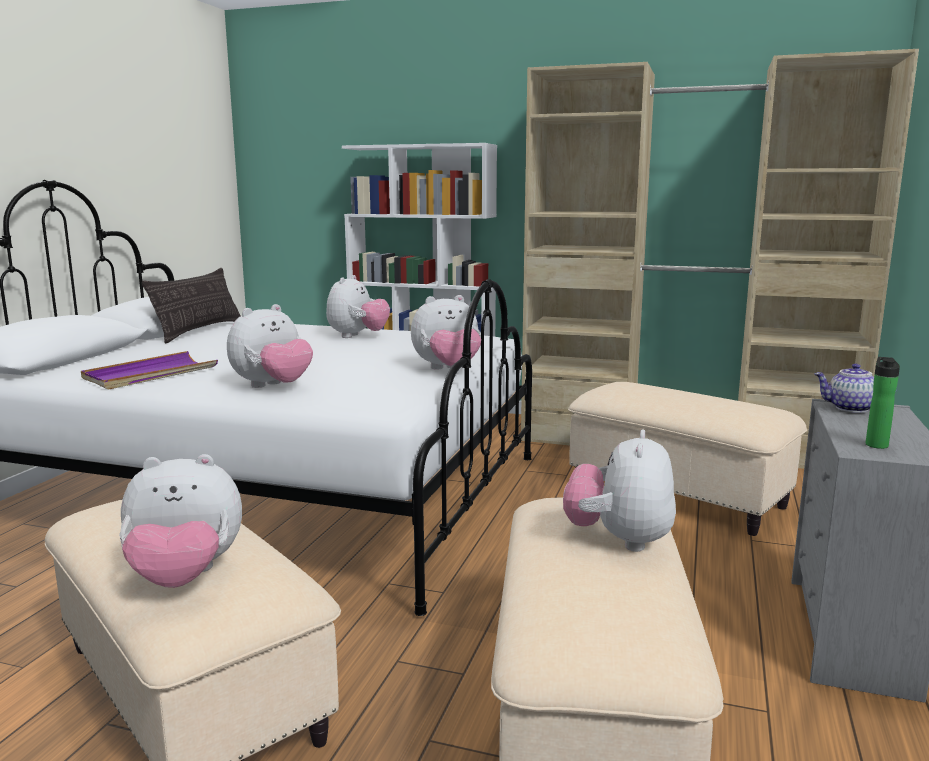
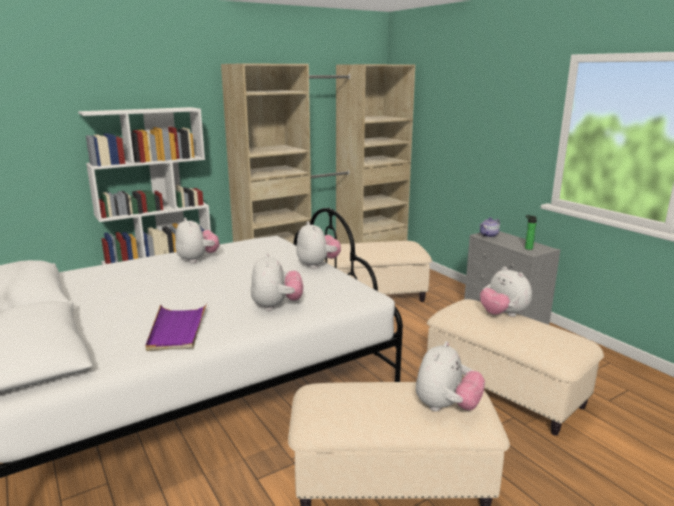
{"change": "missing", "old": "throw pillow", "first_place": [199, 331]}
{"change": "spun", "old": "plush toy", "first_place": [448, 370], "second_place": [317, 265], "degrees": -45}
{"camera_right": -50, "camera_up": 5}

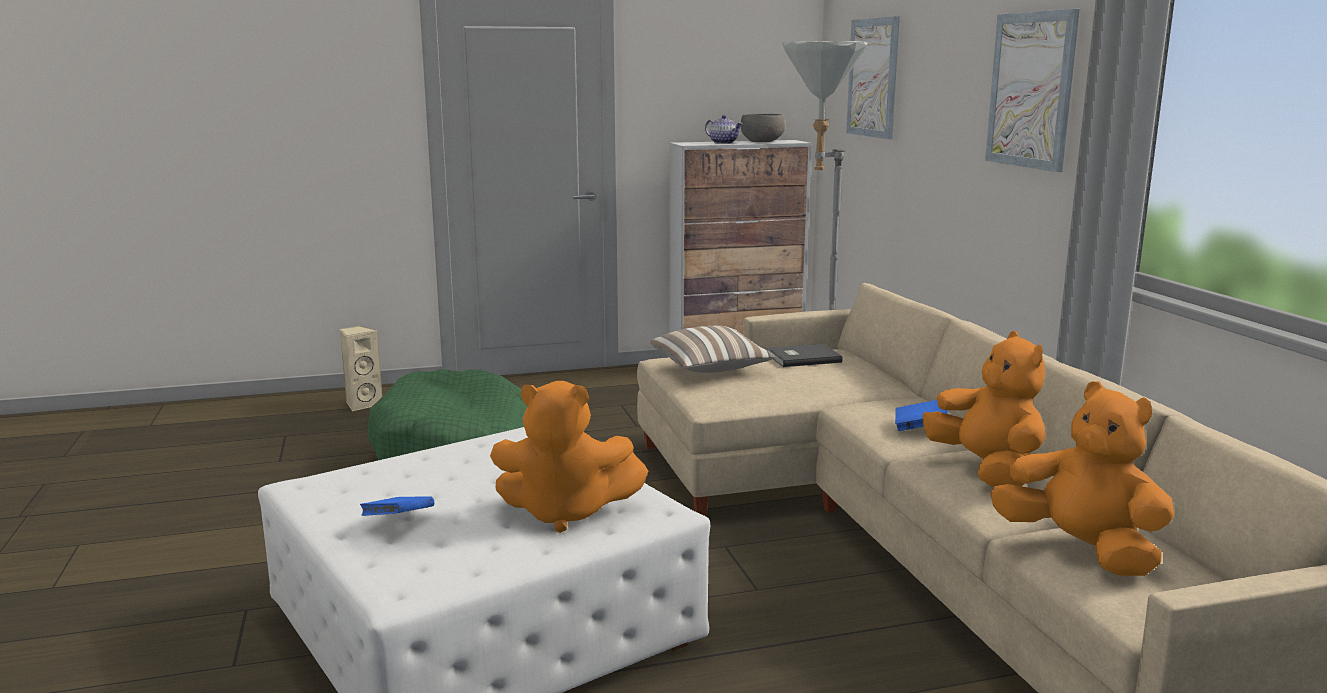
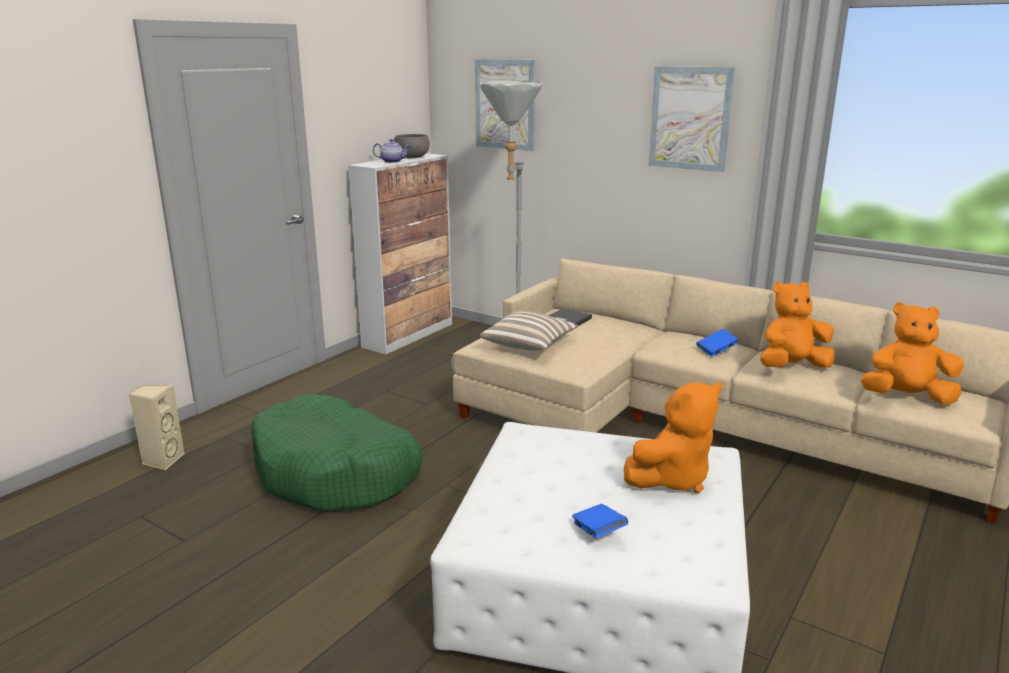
{"change": "spun", "old": "orange-coloured plush toy", "first_place": [986, 470], "second_place": [792, 367], "degrees": -45}
{"camera_right": -40, "camera_up": 5}

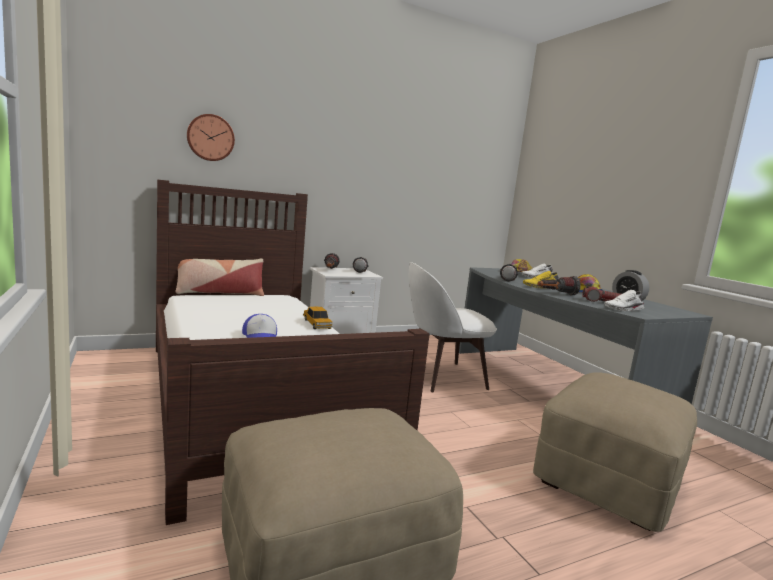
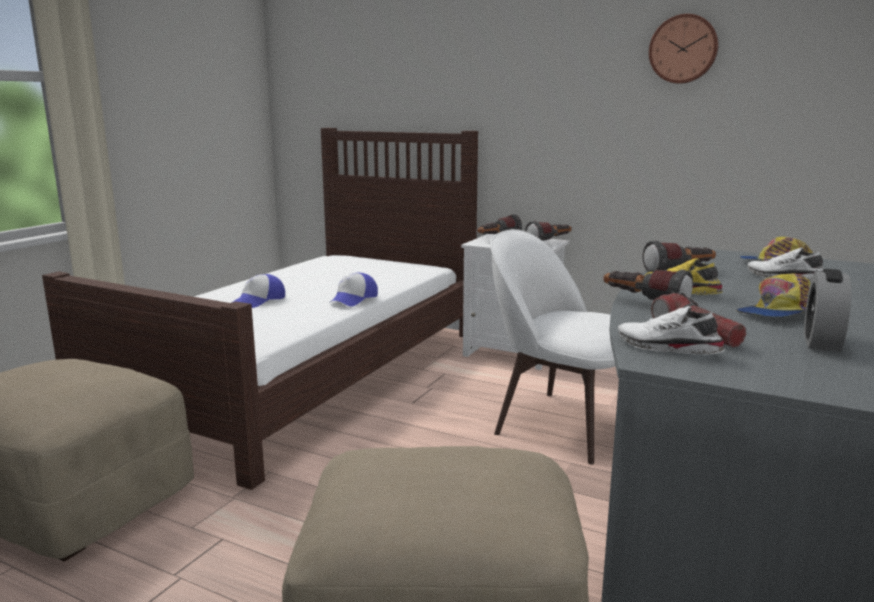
{"change": "relocated", "old": "hanging clock", "first_place": [210, 138], "second_place": [683, 49]}
{"change": "missing", "old": "throw pillow", "first_place": [220, 293]}
{"change": "exchanged", "old": "miniature car", "new": "baseball cap", "first_place": [317, 324], "second_place": [354, 299]}
{"camera_right": 55, "camera_up": 5}

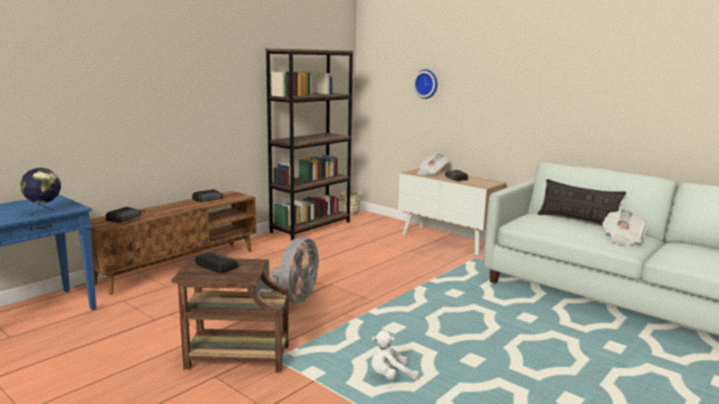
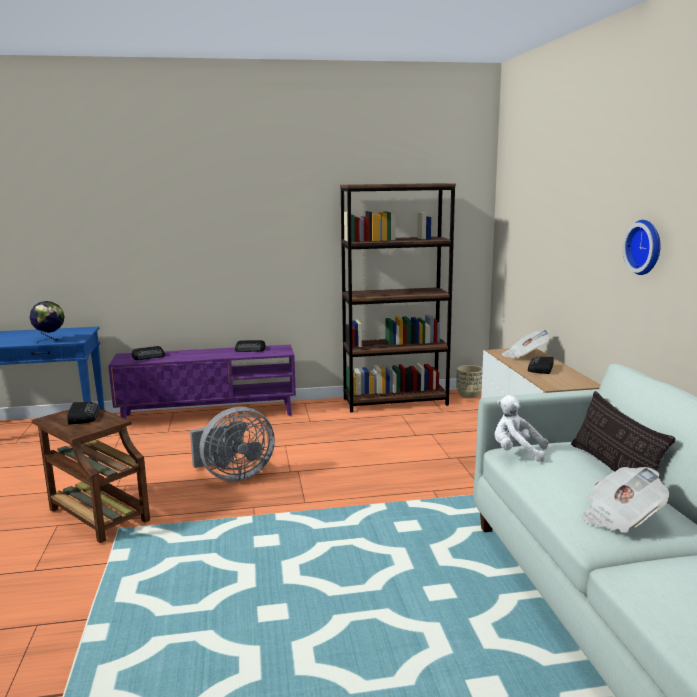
{"change": "relocated", "old": "hanging clock", "first_place": [426, 84], "second_place": [646, 247]}
{"change": "colour", "old": "brown-coloured tv unit", "new": "purplish tv unit", "first_place": [178, 266], "second_place": [209, 414]}
{"change": "relocated", "old": "white-coloured plush toy", "first_place": [390, 376], "second_place": [516, 453]}
{"camera_right": 40, "camera_up": 0}

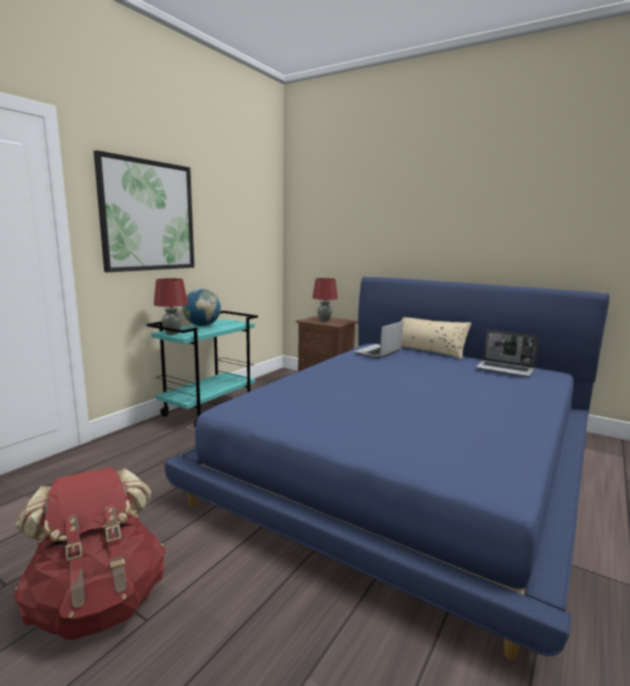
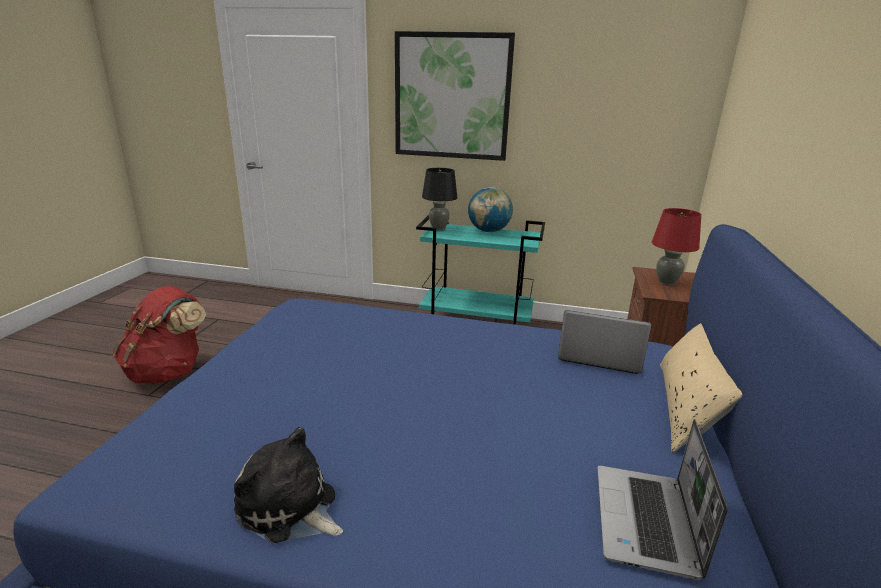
{"change": "colour", "old": "reddish lamp for a table", "new": "blackish lamp for a table", "first_place": [172, 333], "second_place": [438, 228]}
{"change": "appeared", "new": "plush toy", "second_place": [290, 508]}
{"camera_right": 70, "camera_up": 10}

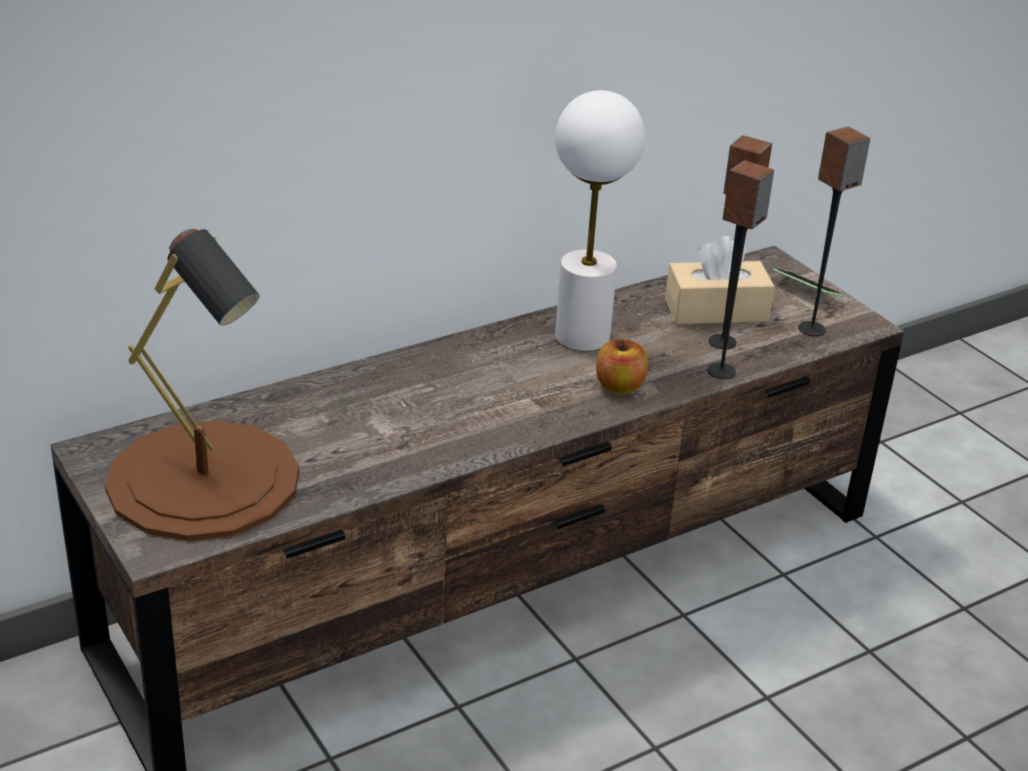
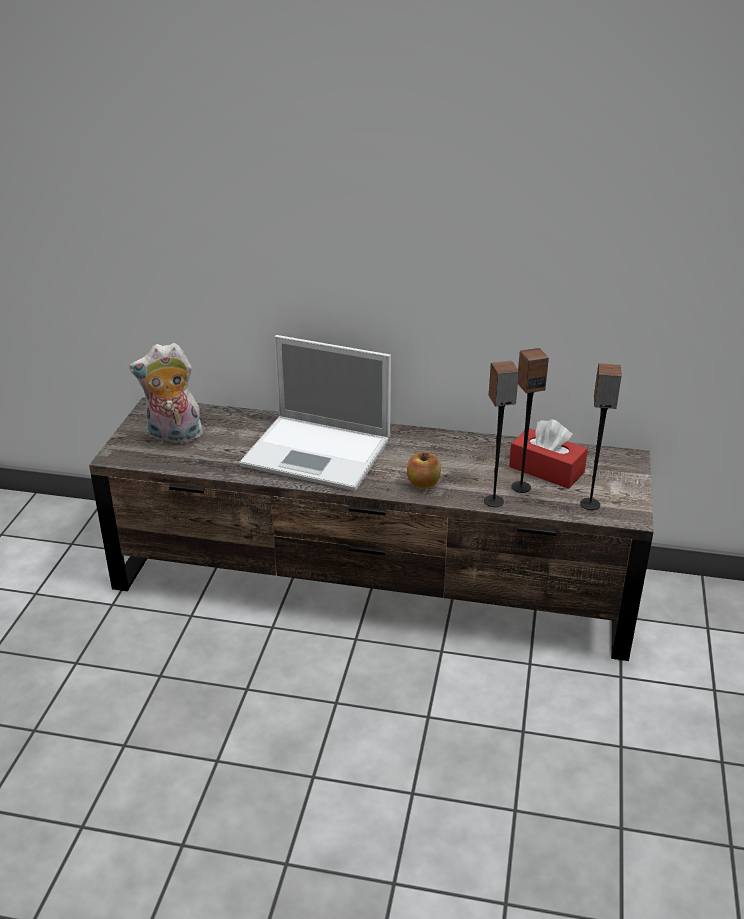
{"change": "missing", "old": "white-coloured lamp for a table", "first_place": [582, 336]}
{"change": "exchanged", "old": "brown-coloured lamp for a table", "new": "plush toy", "first_place": [204, 479], "second_place": [173, 437]}
{"change": "colour", "old": "sand-coloured box of tissues", "new": "reddish box of tissues", "first_place": [716, 310], "second_place": [546, 469]}
{"change": "missing", "old": "telephone", "first_place": [806, 292]}
{"change": "appeared", "new": "notebook computer", "second_place": [319, 453]}
{"camera_right": 45, "camera_up": 0}

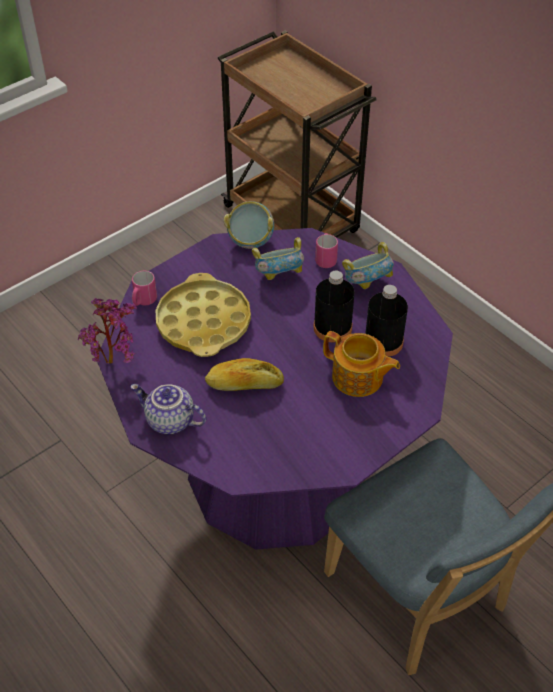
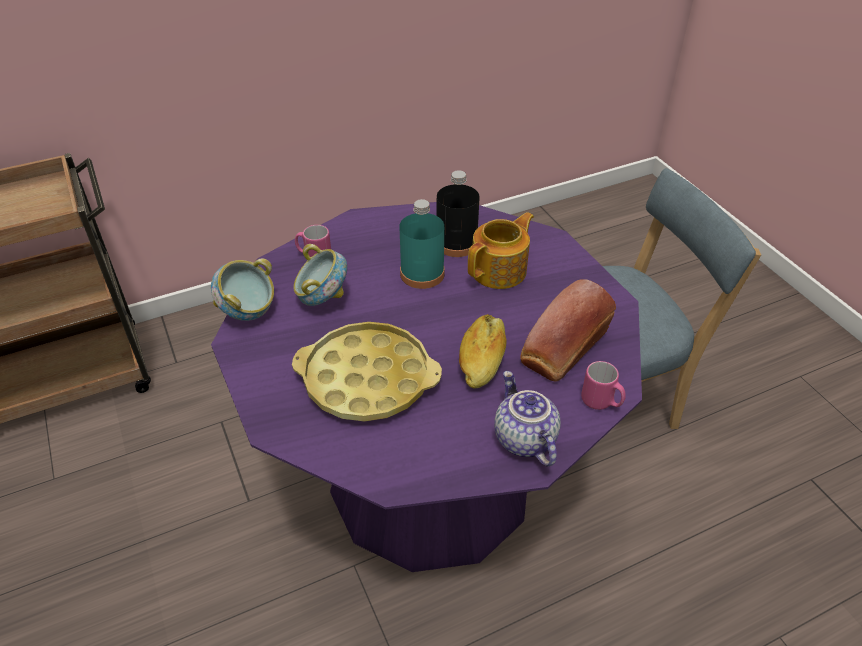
{"change": "missing", "old": "serving bowl", "first_place": [367, 284]}
{"change": "relocated", "old": "pink-coloured tea mug", "first_place": [143, 301], "second_place": [601, 402]}
{"change": "colour", "old": "blackish drink bottle", "new": "turquoise-coloured drink bottle", "first_place": [332, 327], "second_place": [422, 274]}
{"change": "missing", "old": "houseplant", "first_place": [115, 360]}
{"change": "spun", "old": "teapot", "first_place": [169, 421], "second_place": [523, 439], "degrees": 120}
{"change": "appeared", "new": "bread", "second_place": [562, 349]}
{"camera_right": -75, "camera_up": -5}

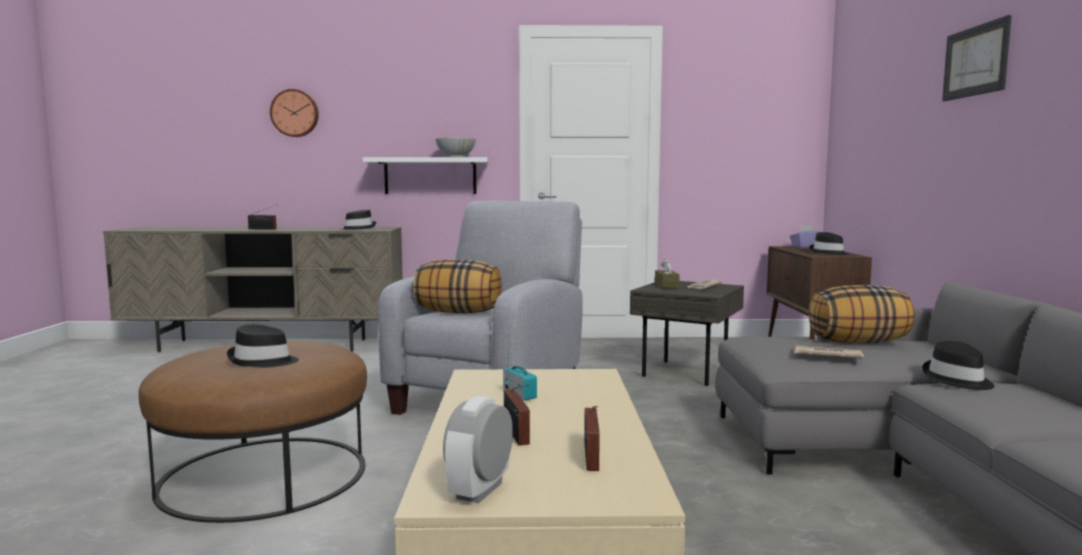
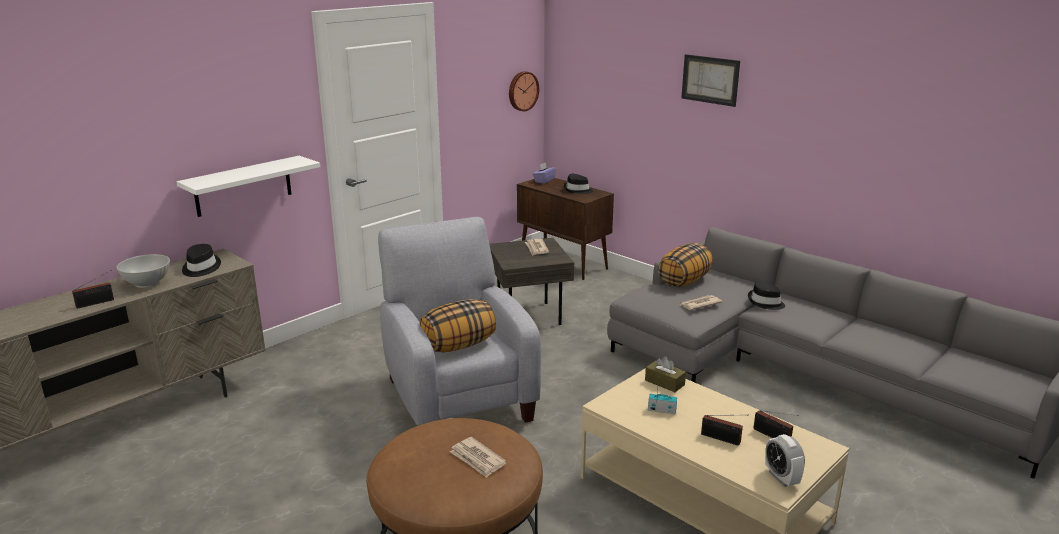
{"change": "relocated", "old": "hanging clock", "first_place": [295, 113], "second_place": [522, 91]}
{"change": "relocated", "old": "white-coloured serving bowl", "first_place": [455, 157], "second_place": [147, 283]}
{"change": "relocated", "old": "brown-coloured box of tissues", "first_place": [666, 286], "second_place": [664, 382]}
{"change": "exchanged", "old": "blackish wearable hat", "new": "newspaper", "first_place": [263, 361], "second_place": [477, 459]}
{"camera_right": -45, "camera_up": 15}

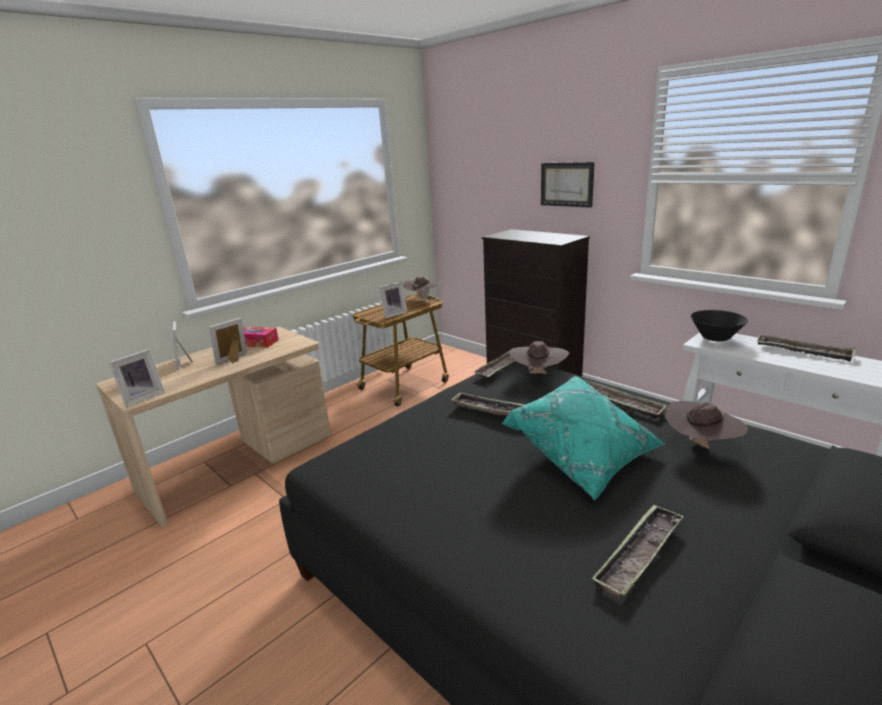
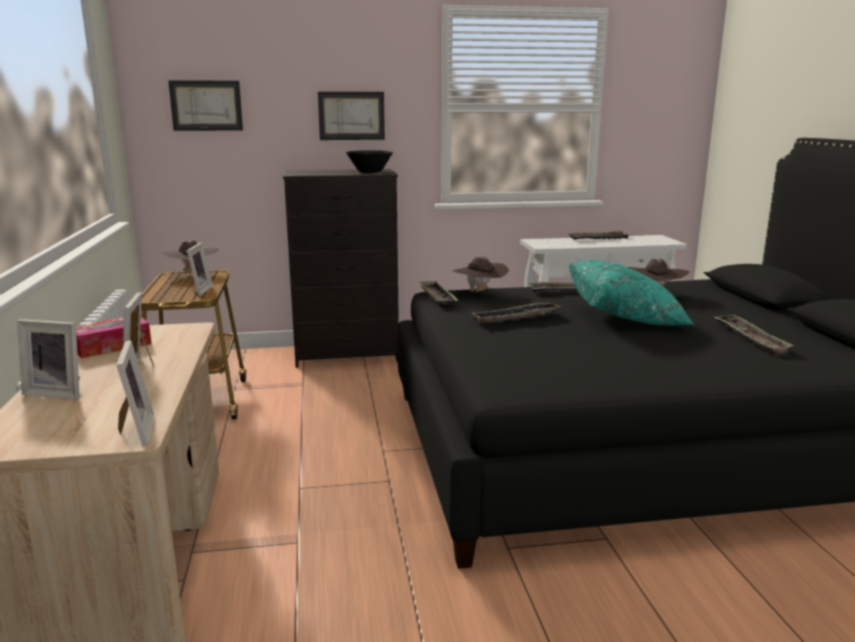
{"change": "relocated", "old": "blackish serving bowl", "first_place": [715, 338], "second_place": [370, 172]}
{"change": "appeared", "new": "picture", "second_place": [206, 105]}
{"camera_right": -55, "camera_up": -5}

